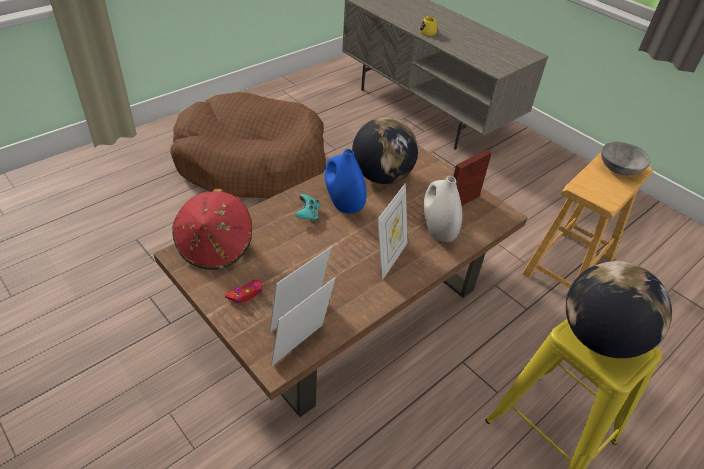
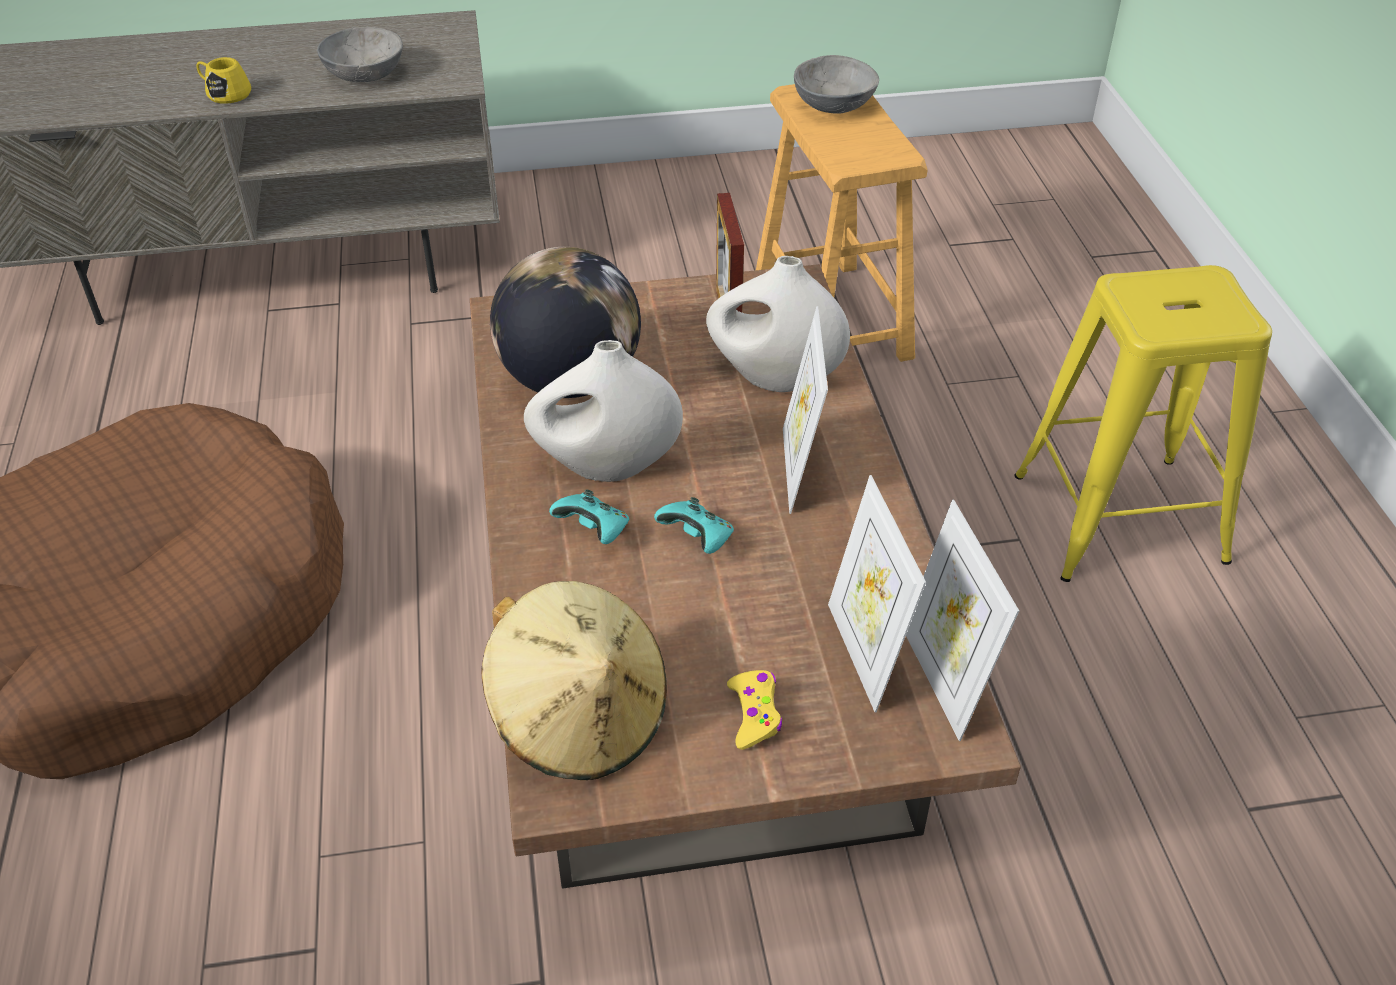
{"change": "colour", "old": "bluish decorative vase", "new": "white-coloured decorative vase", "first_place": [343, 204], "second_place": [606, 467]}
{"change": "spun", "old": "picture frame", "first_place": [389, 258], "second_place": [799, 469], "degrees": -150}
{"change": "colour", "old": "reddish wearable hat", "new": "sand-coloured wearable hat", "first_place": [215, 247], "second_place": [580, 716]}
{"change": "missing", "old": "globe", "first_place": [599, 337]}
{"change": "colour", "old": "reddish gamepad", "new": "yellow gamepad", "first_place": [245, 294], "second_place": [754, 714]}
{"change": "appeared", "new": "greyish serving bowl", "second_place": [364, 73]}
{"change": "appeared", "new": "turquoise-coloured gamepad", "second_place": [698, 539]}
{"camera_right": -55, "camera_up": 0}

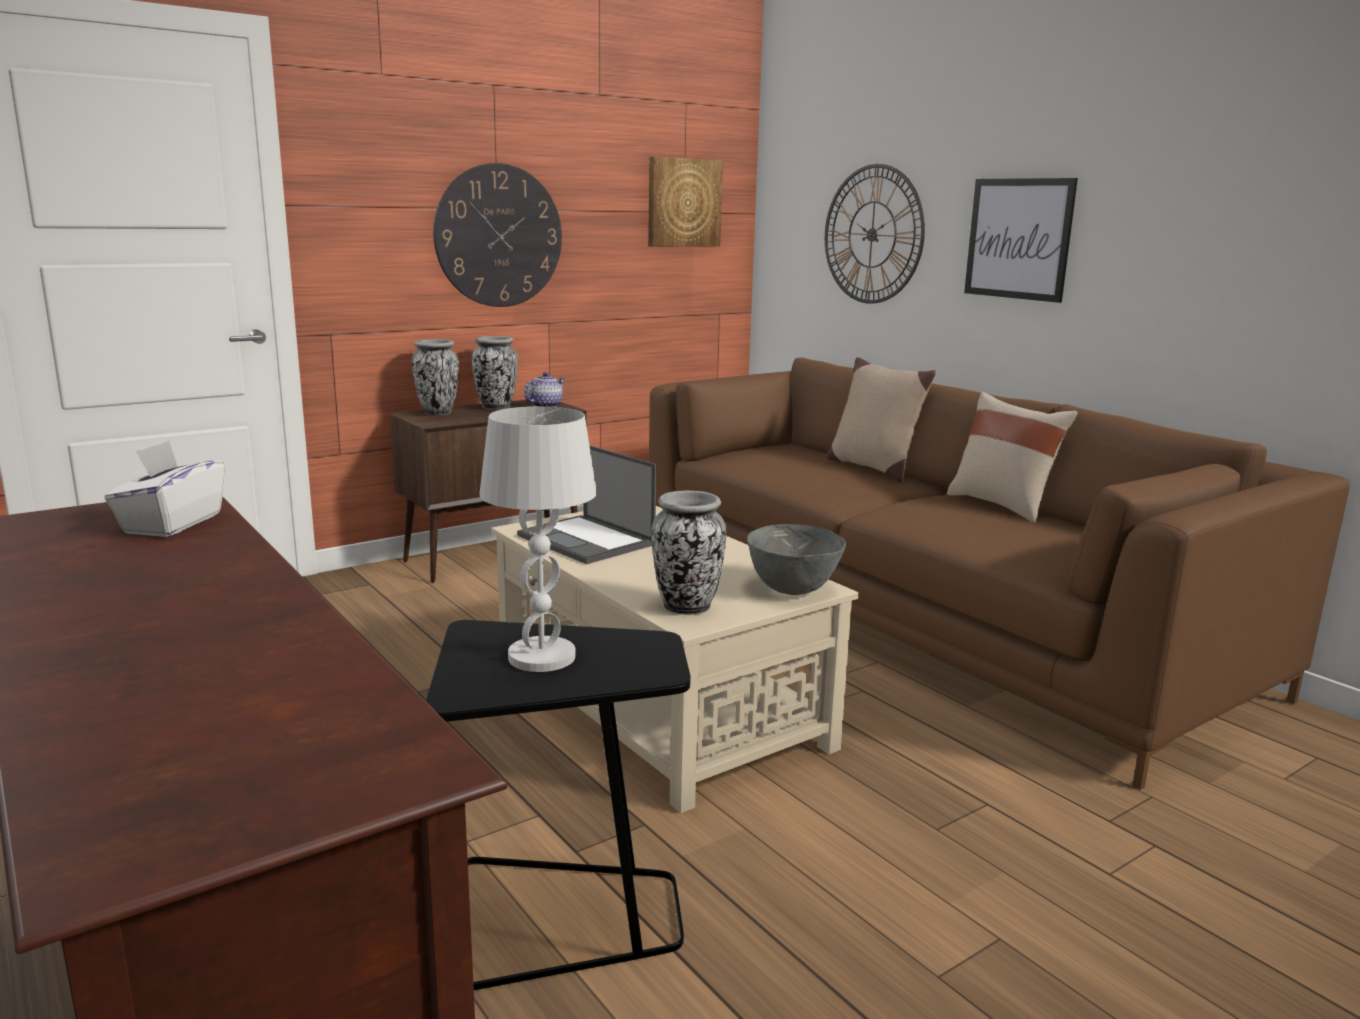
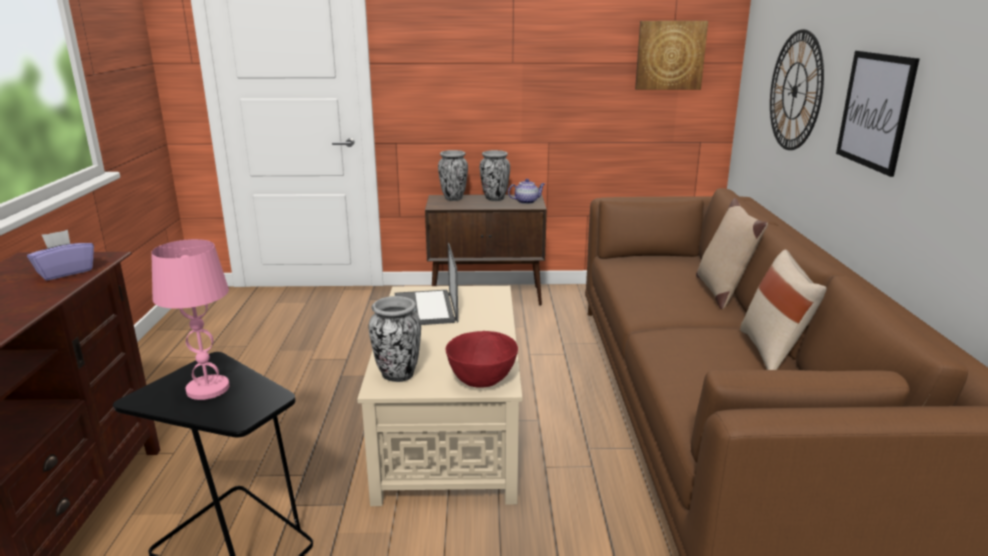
{"change": "missing", "old": "hanging clock", "first_place": [498, 236]}
{"change": "colour", "old": "white-coloured lamp for a table", "new": "pink-coloured lamp for a table", "first_place": [541, 657], "second_place": [207, 389]}
{"change": "colour", "old": "white-coloured box of tissues", "new": "purplish box of tissues", "first_place": [171, 524], "second_place": [65, 272]}
{"change": "colour", "old": "greyish serving bowl", "new": "reddish serving bowl", "first_place": [792, 590], "second_place": [481, 381]}
{"camera_right": 35, "camera_up": 5}

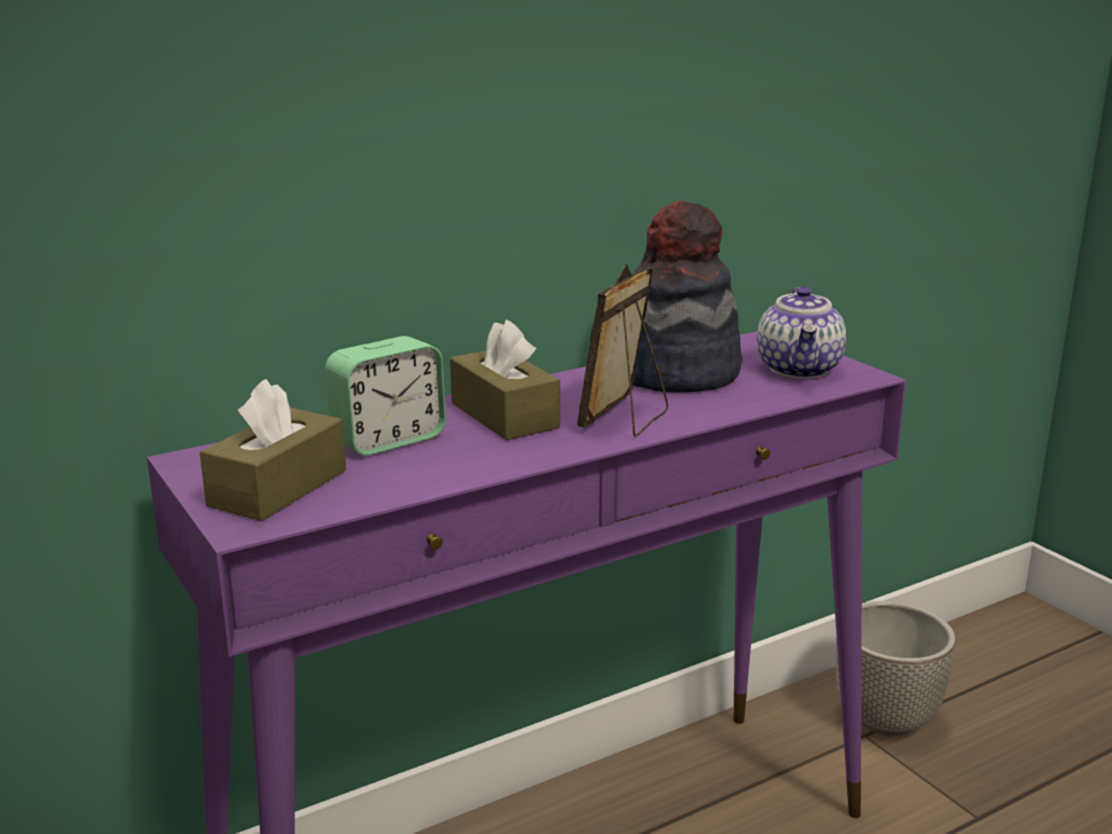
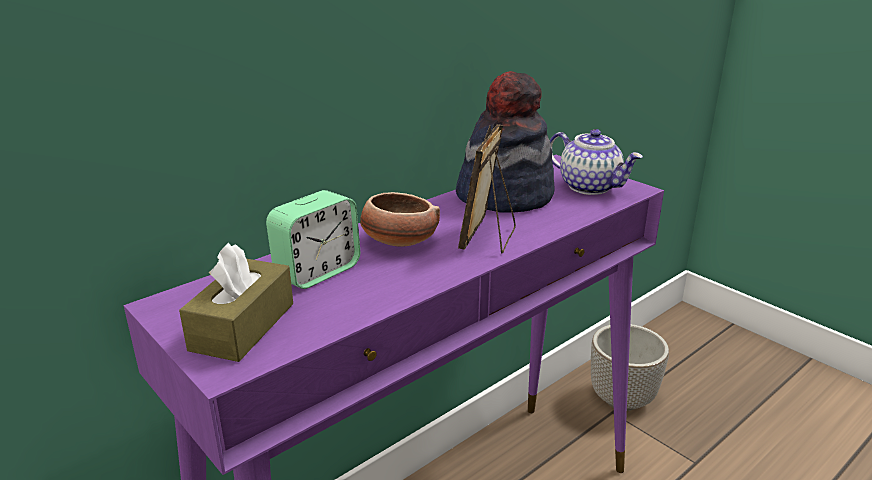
{"change": "spun", "old": "teapot", "first_place": [800, 369], "second_place": [590, 187], "degrees": -45}
{"change": "exchanged", "old": "brown-coloured box of tissues", "new": "serving bowl", "first_place": [504, 415], "second_place": [398, 242]}
{"camera_right": -10, "camera_up": 5}

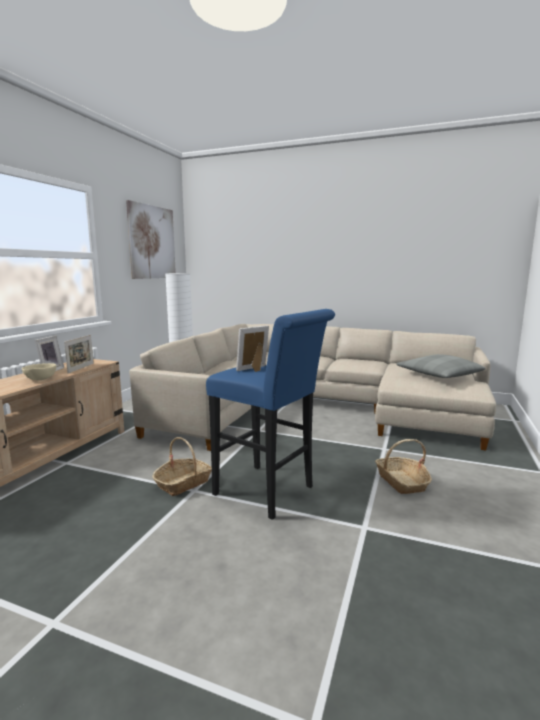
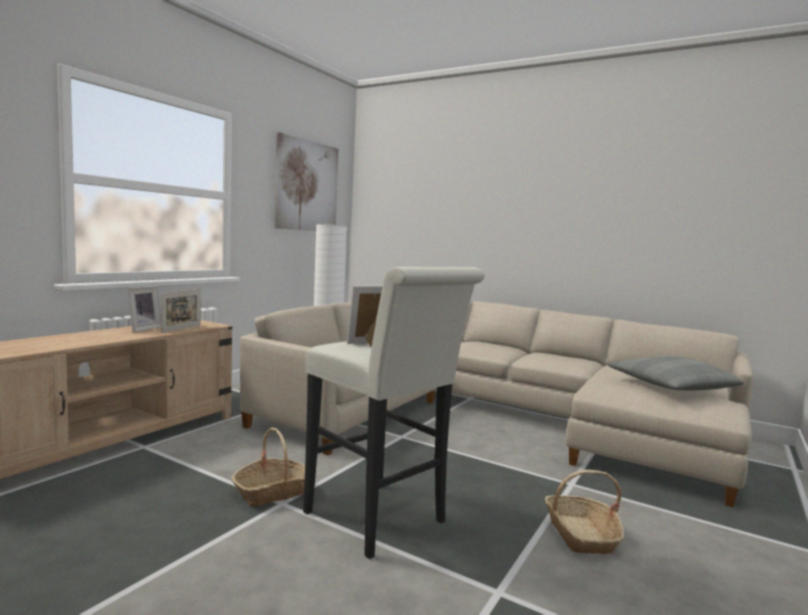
{"change": "colour", "old": "bluish stool", "new": "white-coloured stool", "first_place": [269, 493], "second_place": [381, 521]}
{"change": "missing", "old": "sand-coloured serving bowl", "first_place": [39, 380]}
{"camera_right": 10, "camera_up": -5}

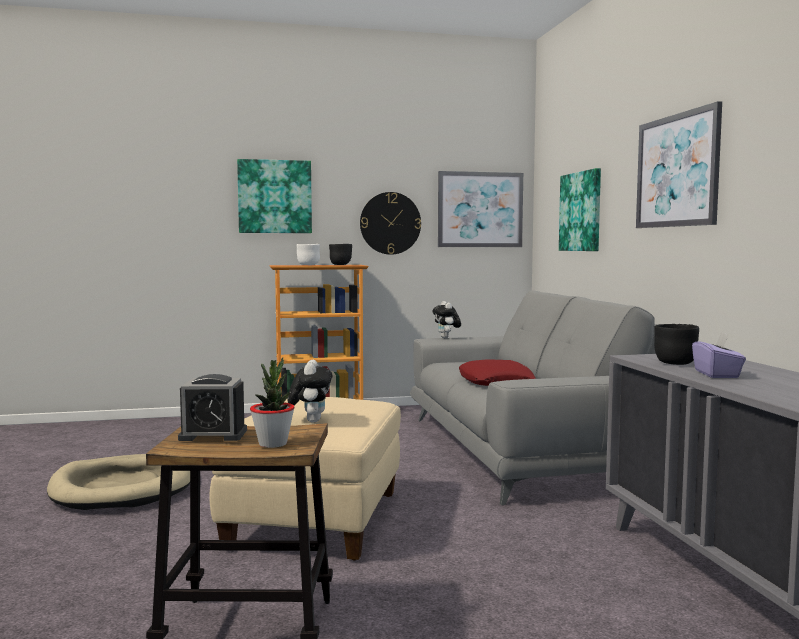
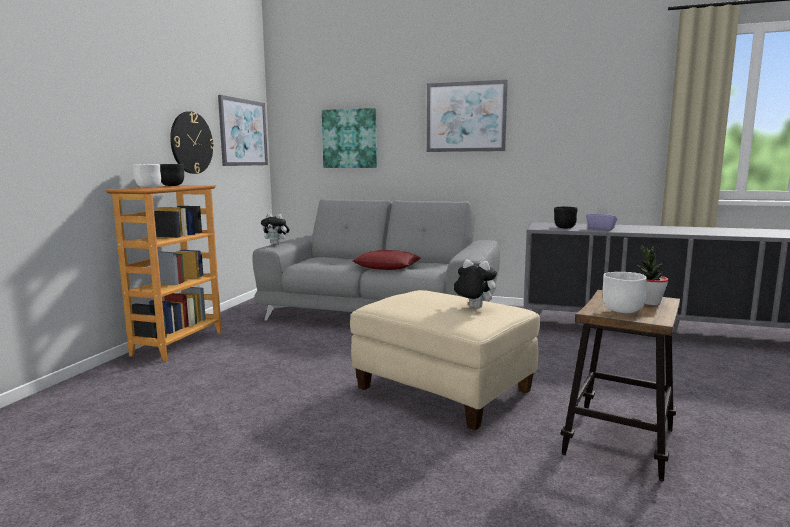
{"change": "missing", "old": "picture", "first_place": [274, 197]}
{"change": "exchanged", "old": "table clock", "new": "white-coloured serving bowl", "first_place": [213, 435], "second_place": [622, 310]}
{"change": "missing", "old": "sand-coloured dog bed", "first_place": [123, 487]}
{"camera_right": -60, "camera_up": 5}

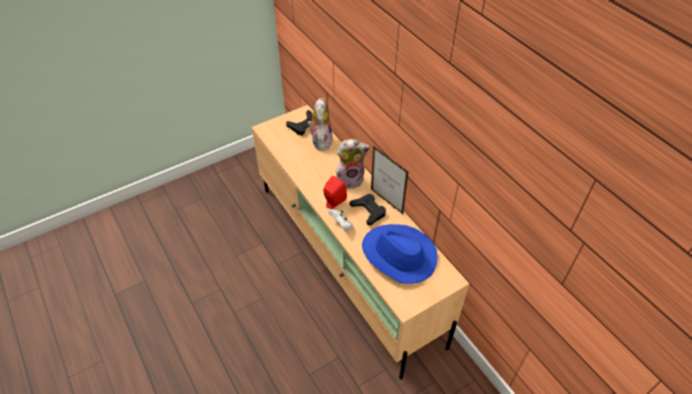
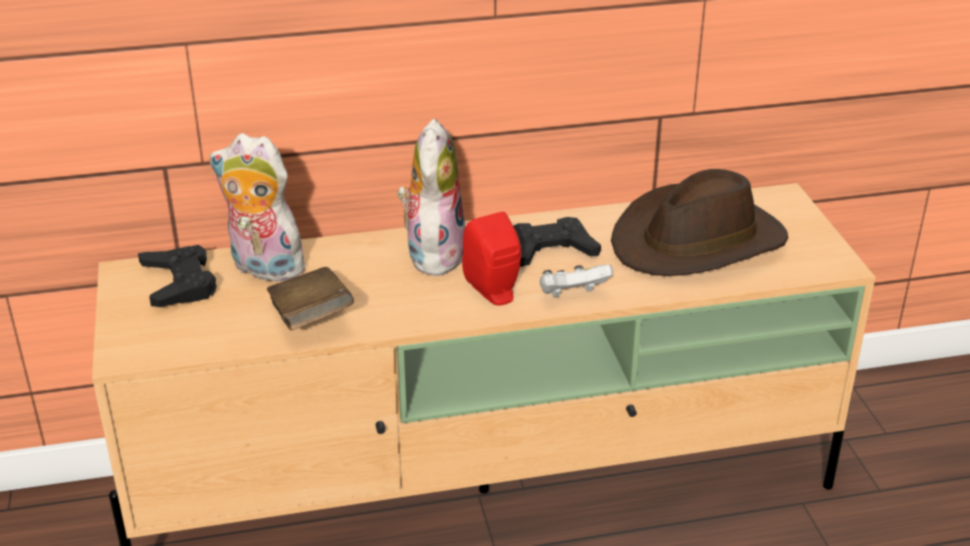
{"change": "missing", "old": "picture frame", "first_place": [386, 202]}
{"change": "colour", "old": "bluish wearable hat", "new": "brown-coloured wearable hat", "first_place": [398, 255], "second_place": [698, 241]}
{"change": "appeared", "new": "brown-coloured book", "second_place": [311, 318]}
{"camera_right": -70, "camera_up": -15}

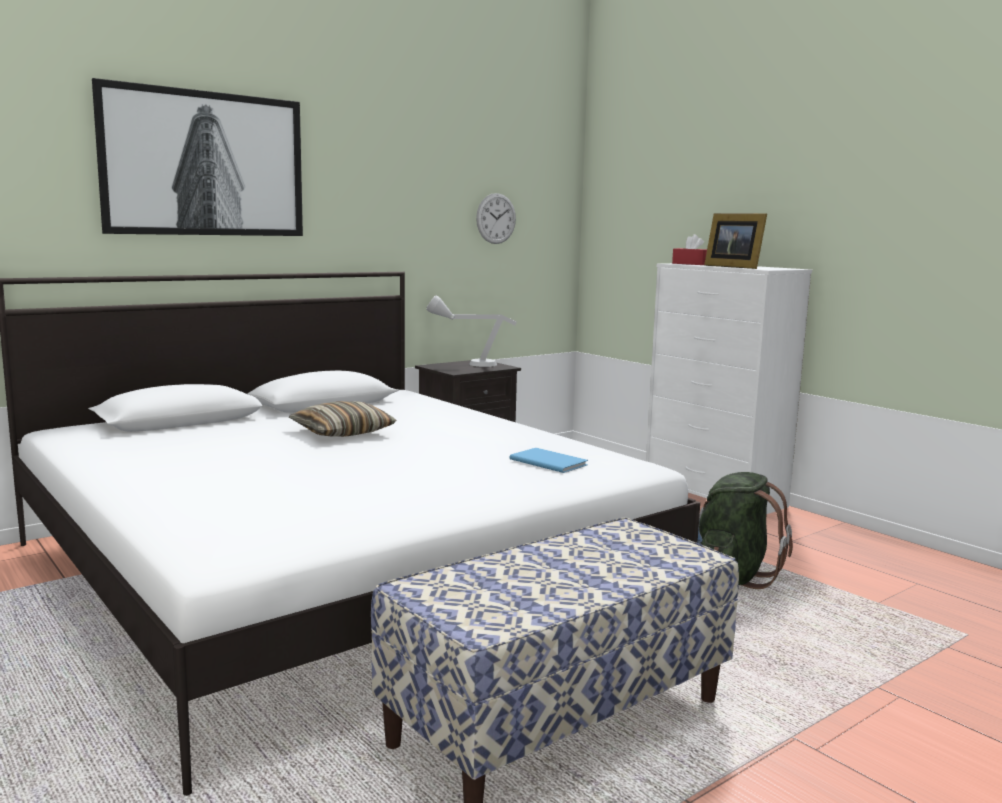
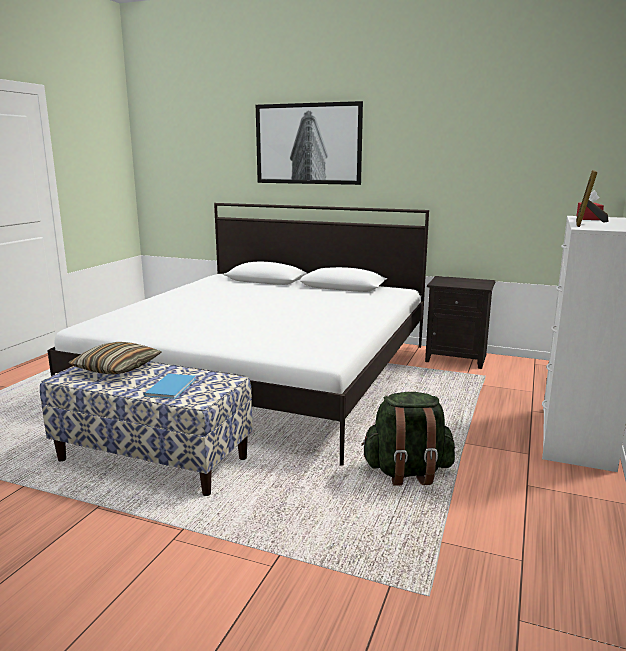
{"change": "missing", "old": "hanging clock", "first_place": [496, 218]}
{"change": "missing", "old": "greyish lamp for a table", "first_place": [468, 364]}
{"change": "relocated", "old": "throw pillow", "first_place": [342, 432], "second_place": [117, 368]}
{"change": "relocated", "old": "bluish book", "first_place": [548, 461], "second_place": [173, 387]}
{"camera_right": 60, "camera_up": 5}

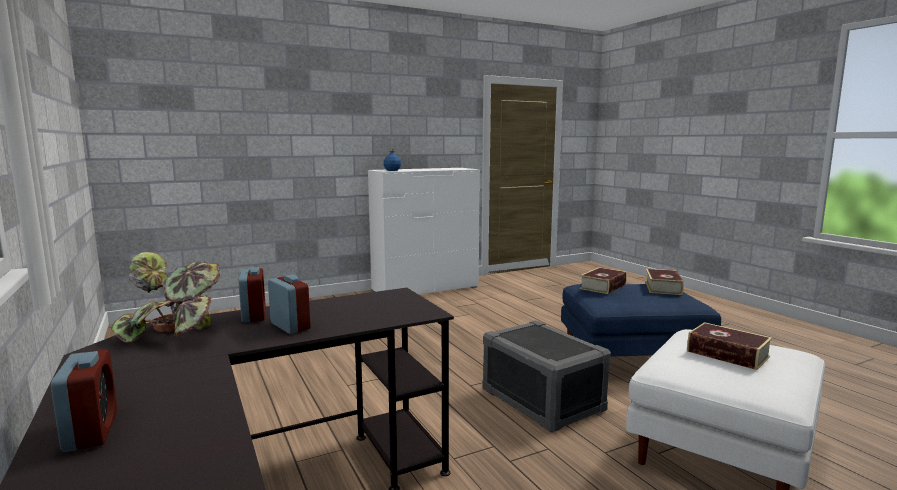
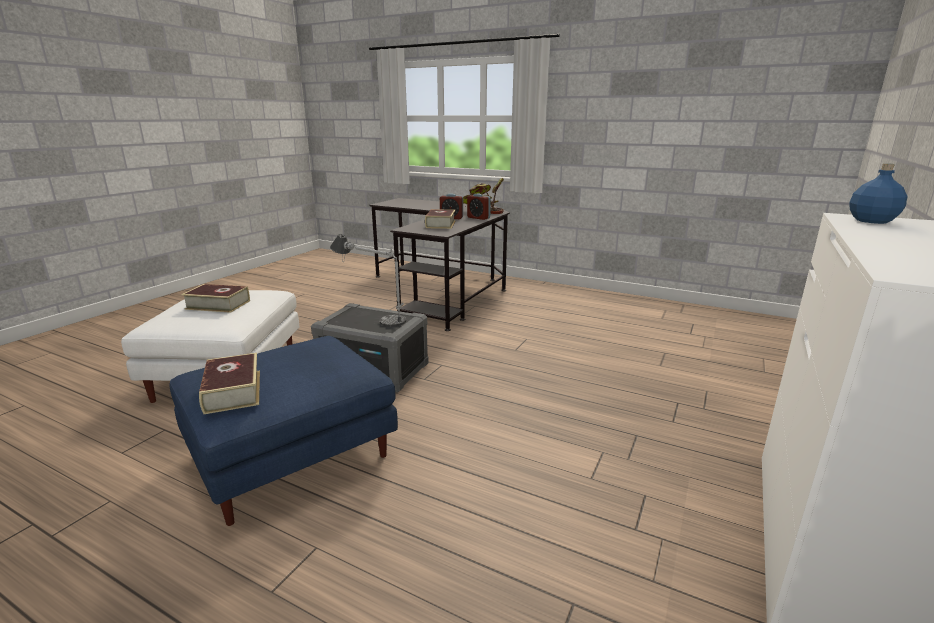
{"change": "relocated", "old": "book", "first_place": [603, 286], "second_place": [440, 224]}
{"change": "missing", "old": "table clock", "first_place": [91, 432]}
{"change": "appeared", "new": "lamp for a table", "second_place": [372, 316]}
{"camera_right": 145, "camera_up": 10}

